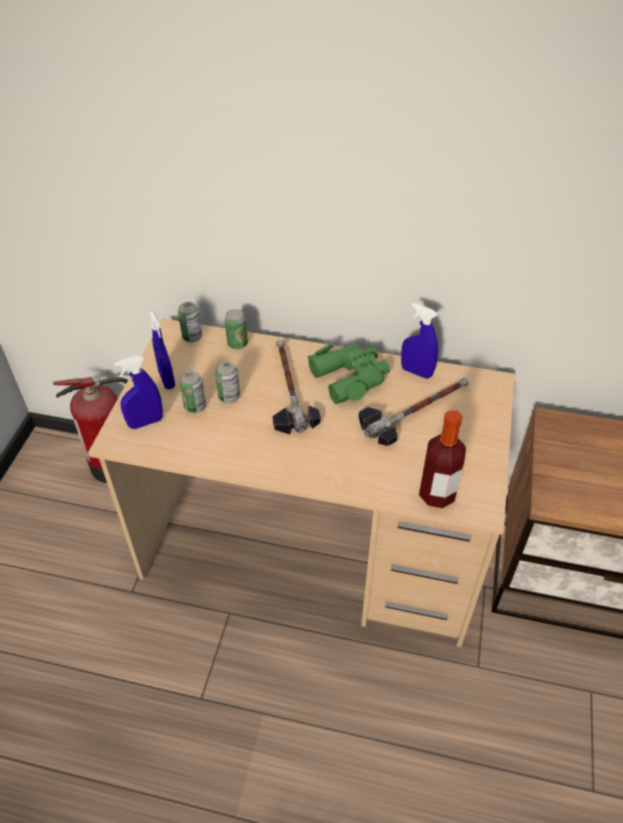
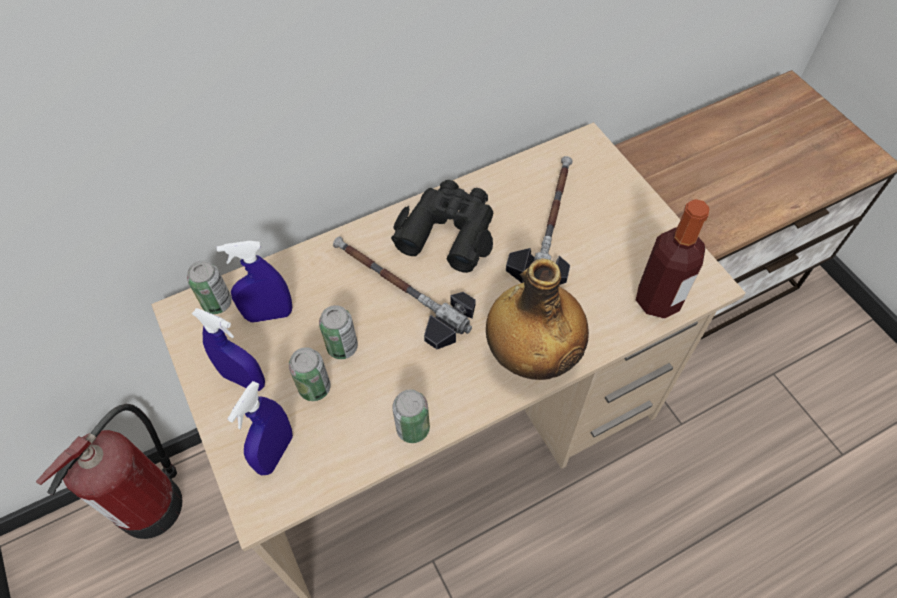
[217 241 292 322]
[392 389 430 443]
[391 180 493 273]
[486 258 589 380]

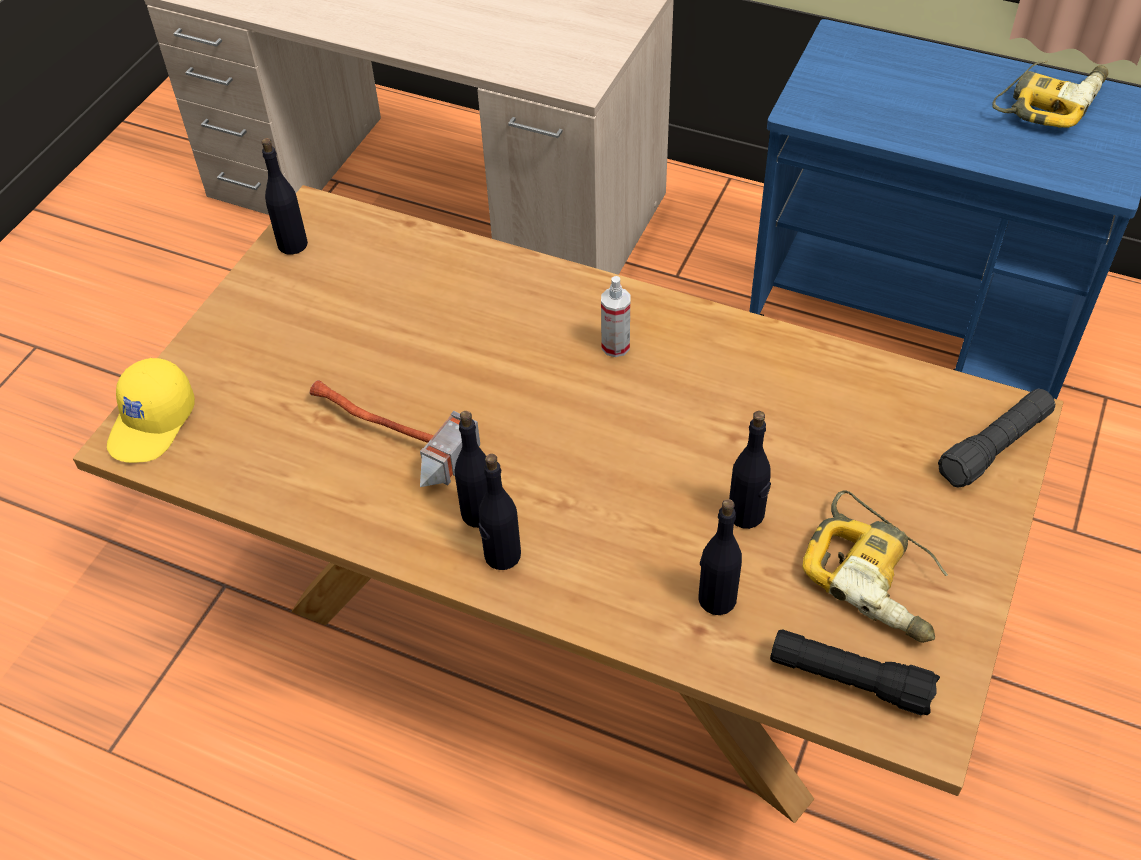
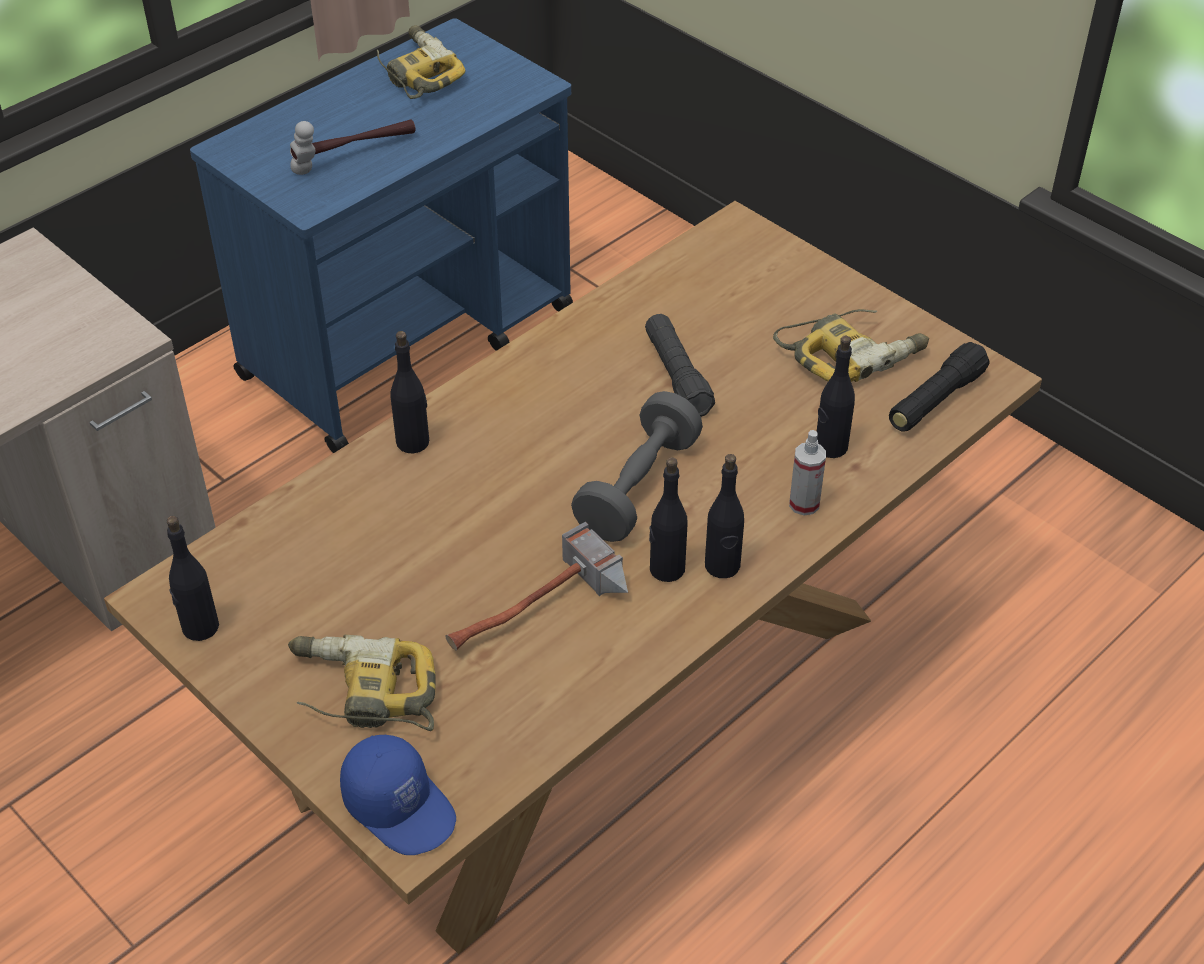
[789 430 826 515]
[340 735 456 855]
[645 314 715 417]
[390 331 429 454]
[290 120 415 175]
[571 391 703 542]
[288 635 436 731]

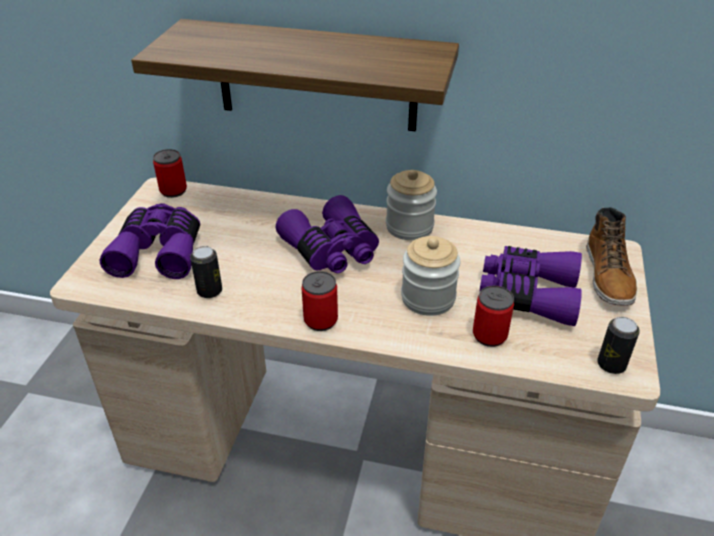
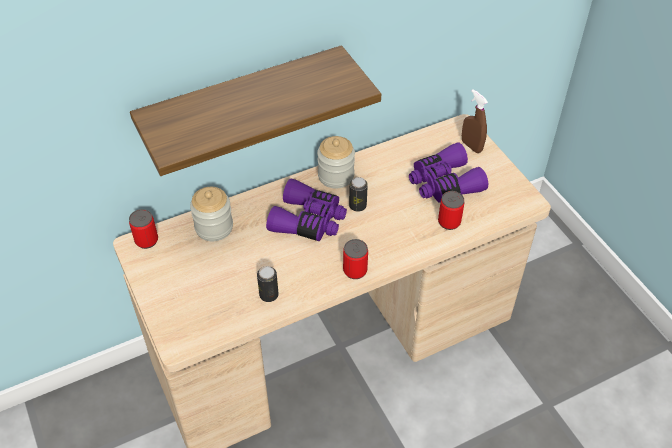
[99 203 200 279] (first image)
[462 89 488 153]
[190 187 233 241]
[349 177 368 212]

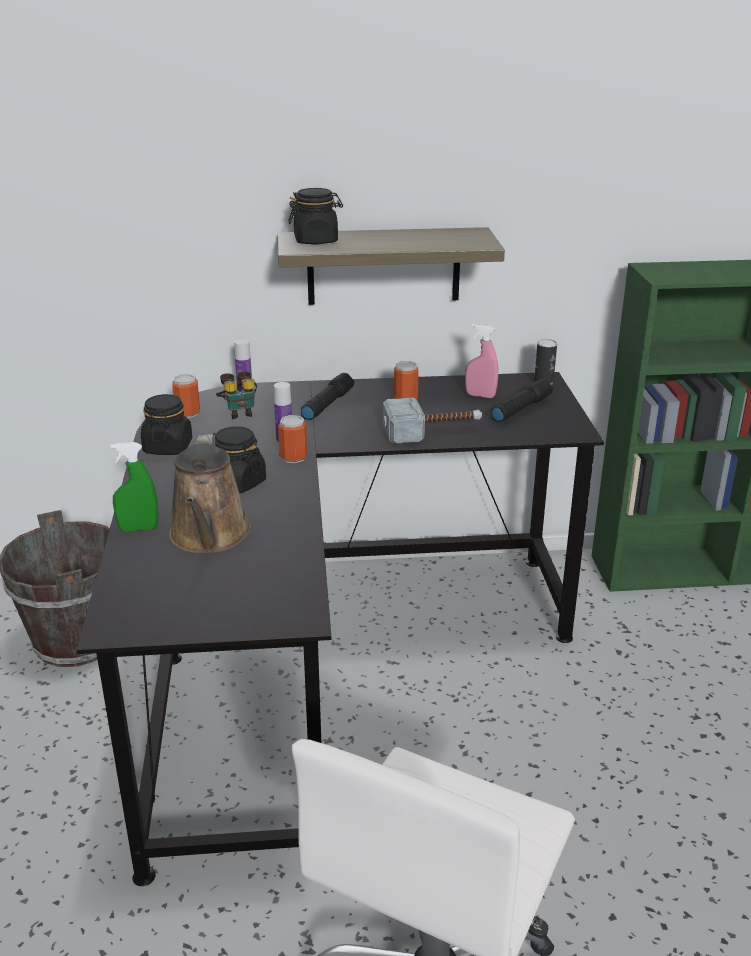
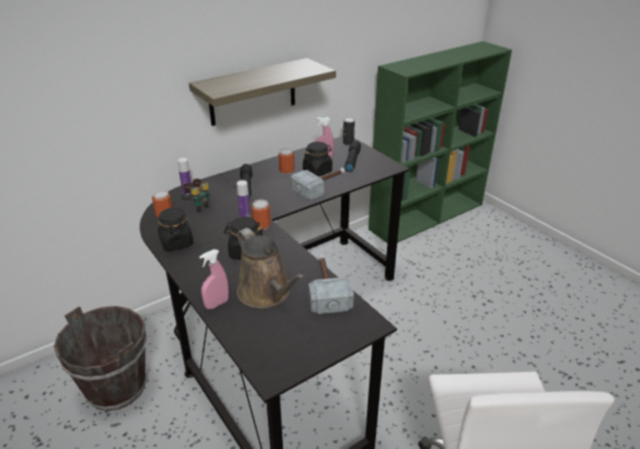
[303 142 332 177]
[199 249 229 310]
[308 254 354 314]

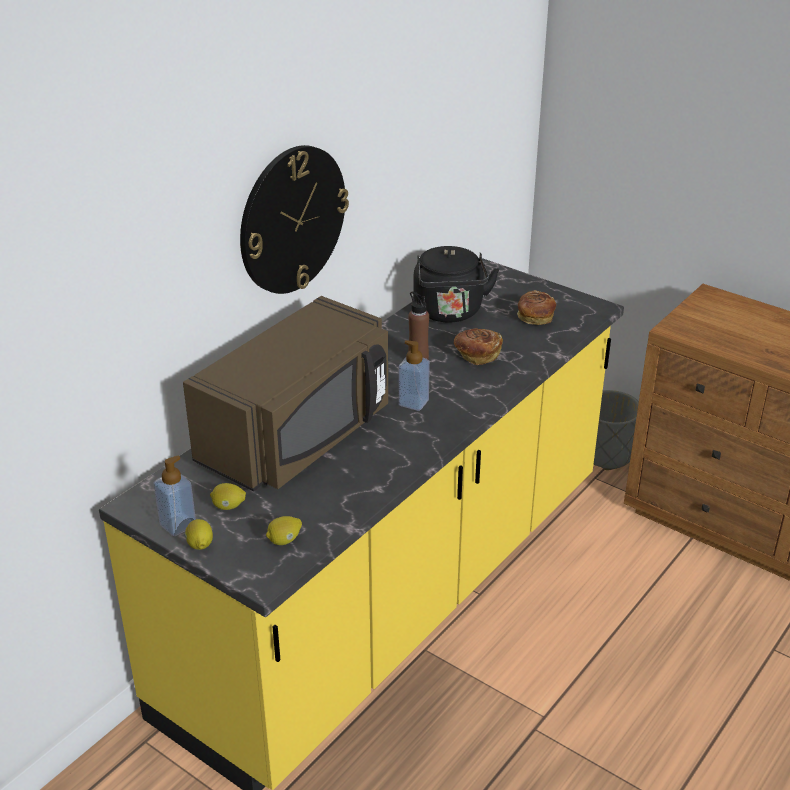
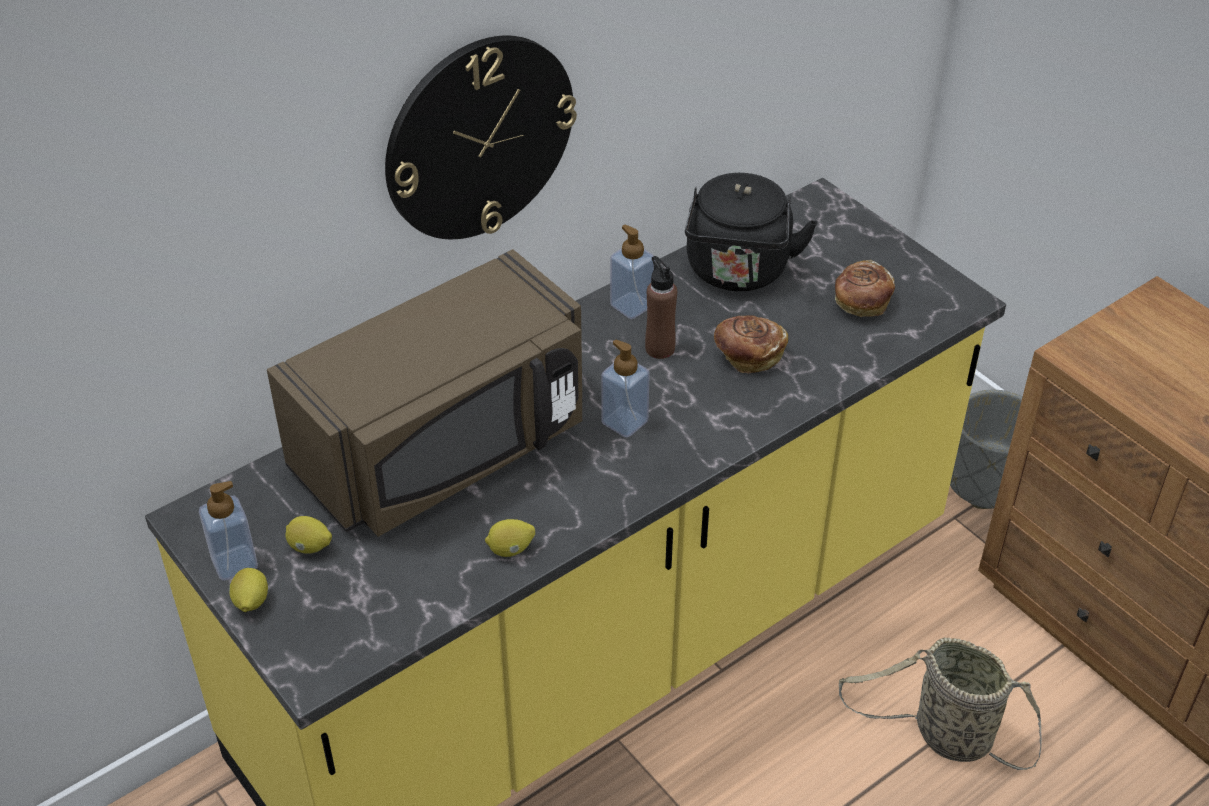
[485 519 535 557]
[610 224 655 319]
[839 638 1042 770]

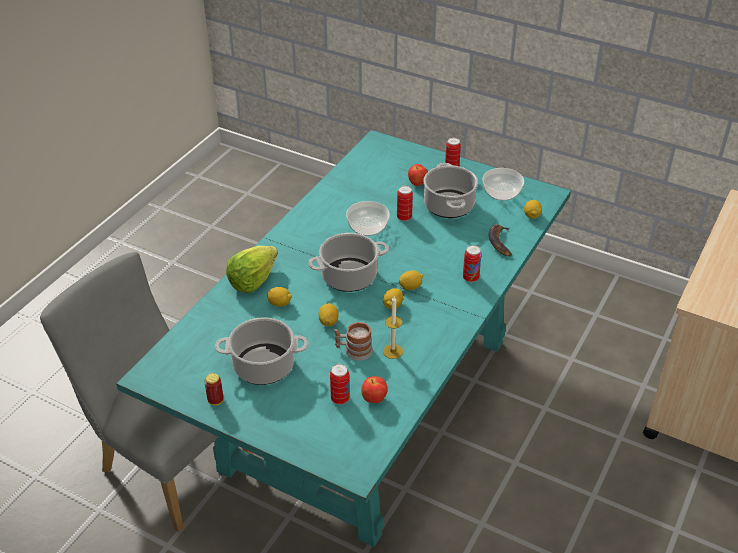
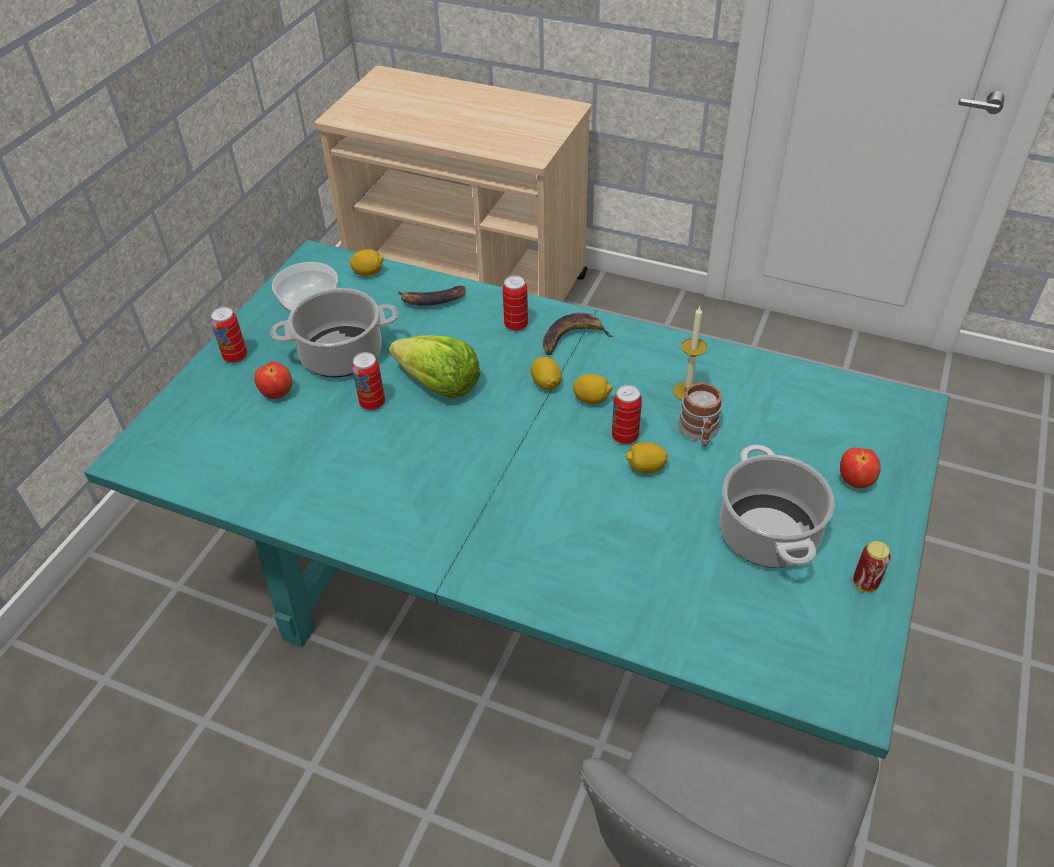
[346 201 390 236] (first image)
[308 233 389 292] (first image)
[389 335 481 398]
[267 287 292 307] (first image)
[612 385 642 444]
[840 447 881 488]
[543 313 613 355]

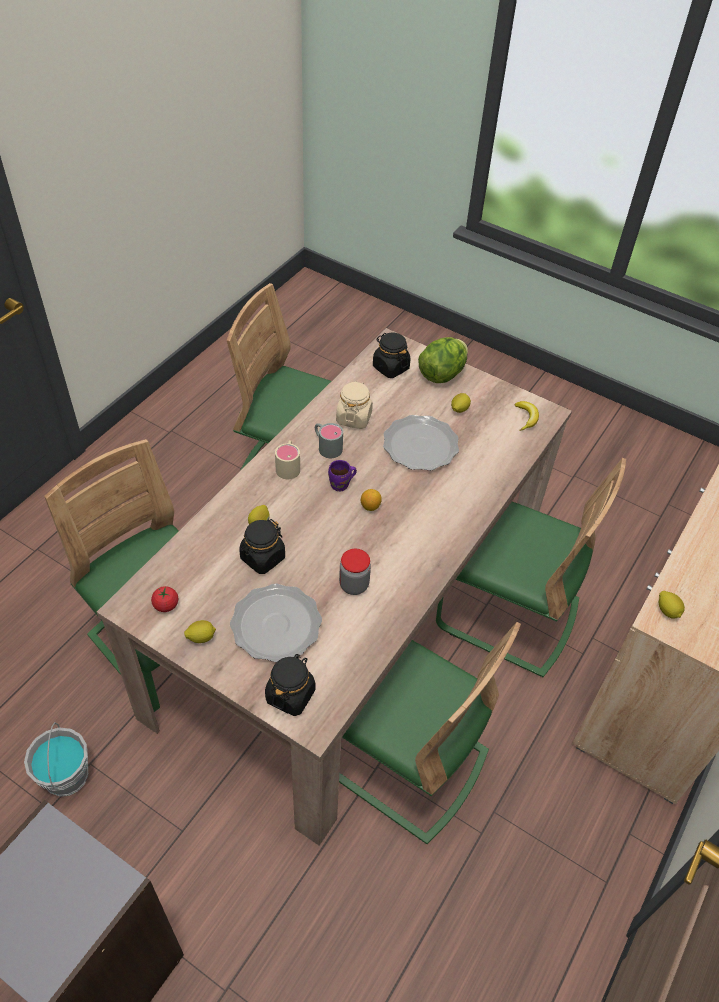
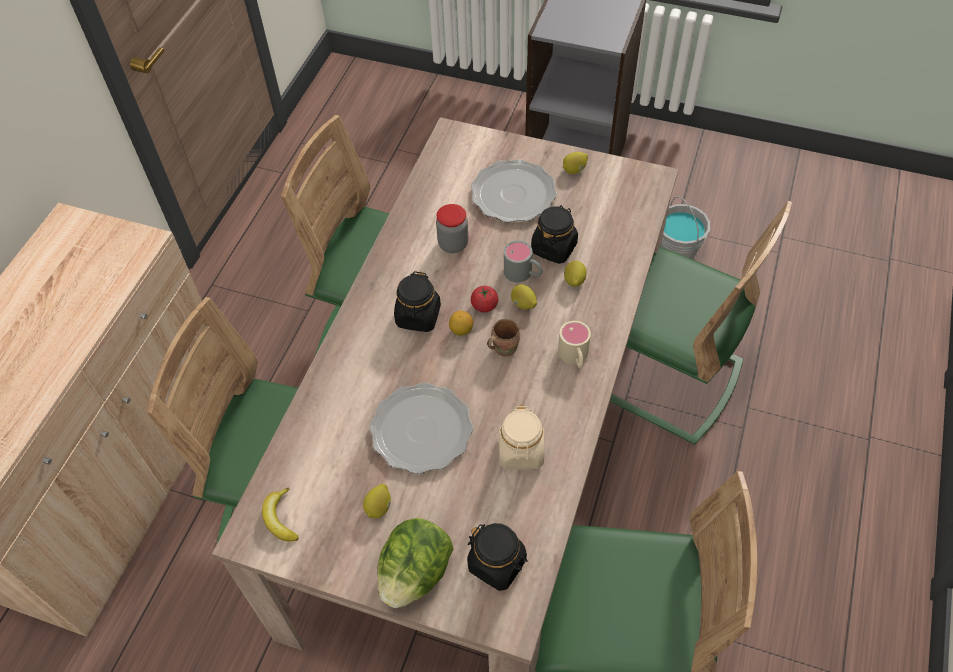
[504 241 543 282]
[487 319 520 357]
[471 286 498 312]
[511 284 537 310]
[394 271 441 332]

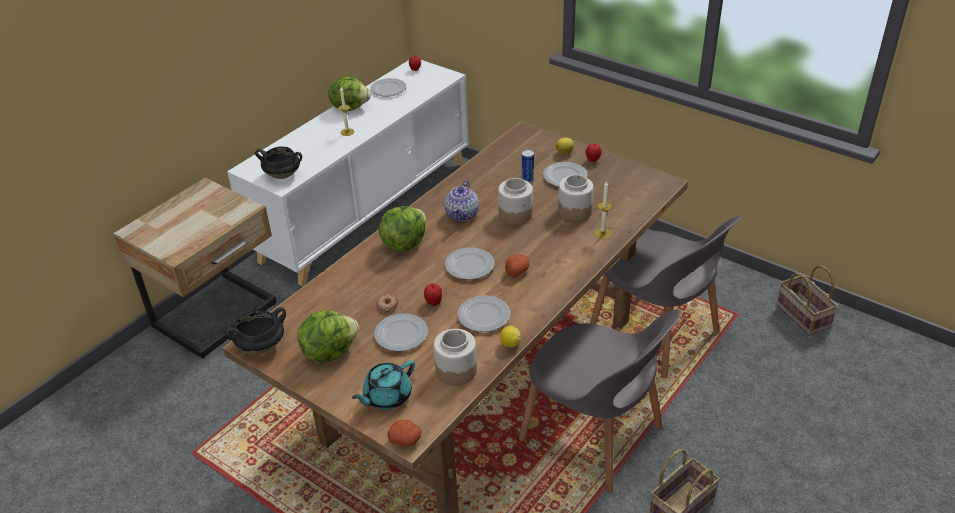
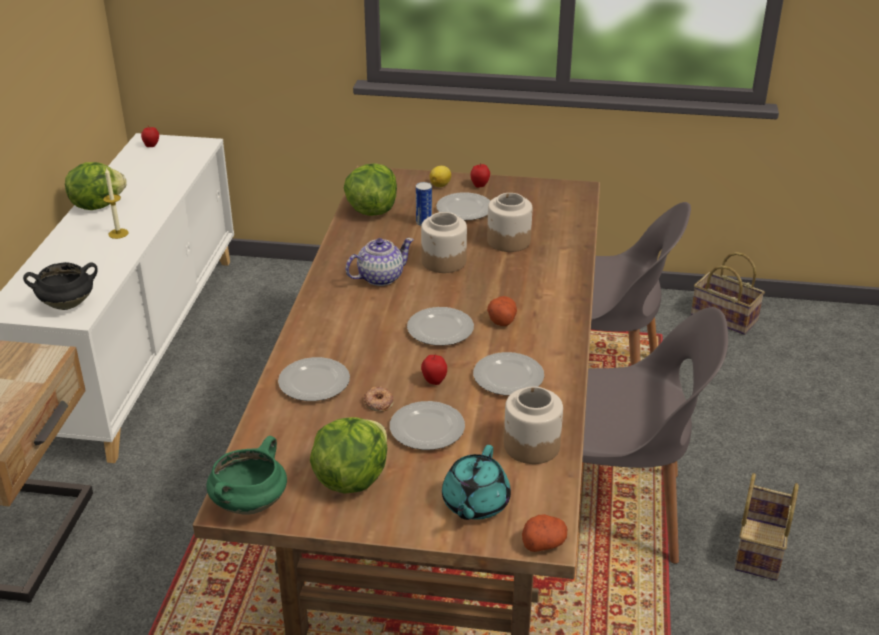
[278 357 350 401]
[346 238 414 286]
[594 181 612 239] (first image)
[344 163 397 216]
[207 436 287 515]
[500 326 521 348] (first image)

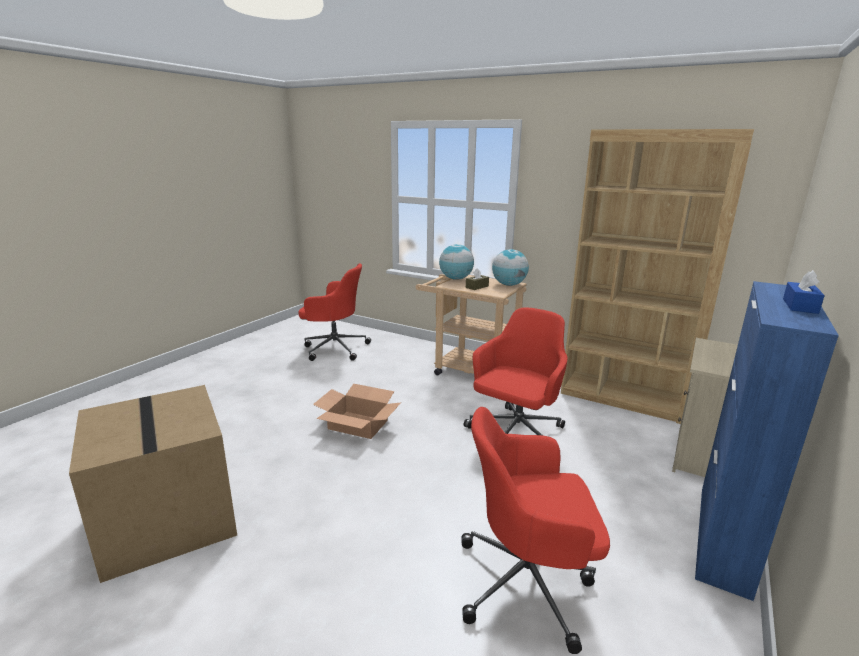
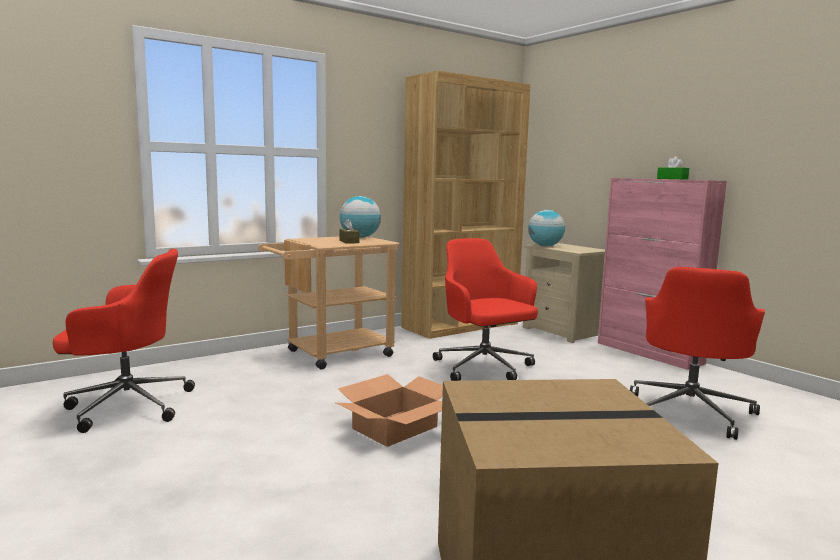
[528 210 565 246]
[53 249 195 433]
[657 156 689 180]
[598 178 727 370]

